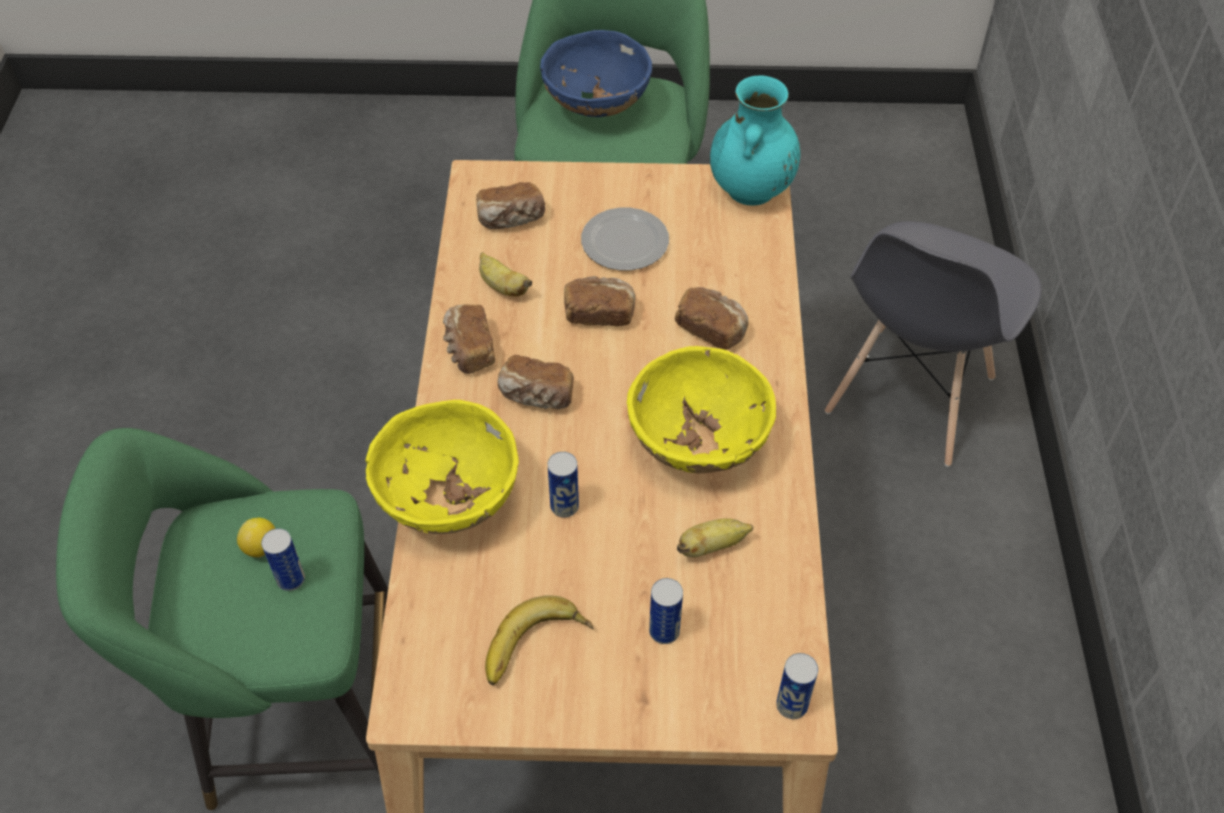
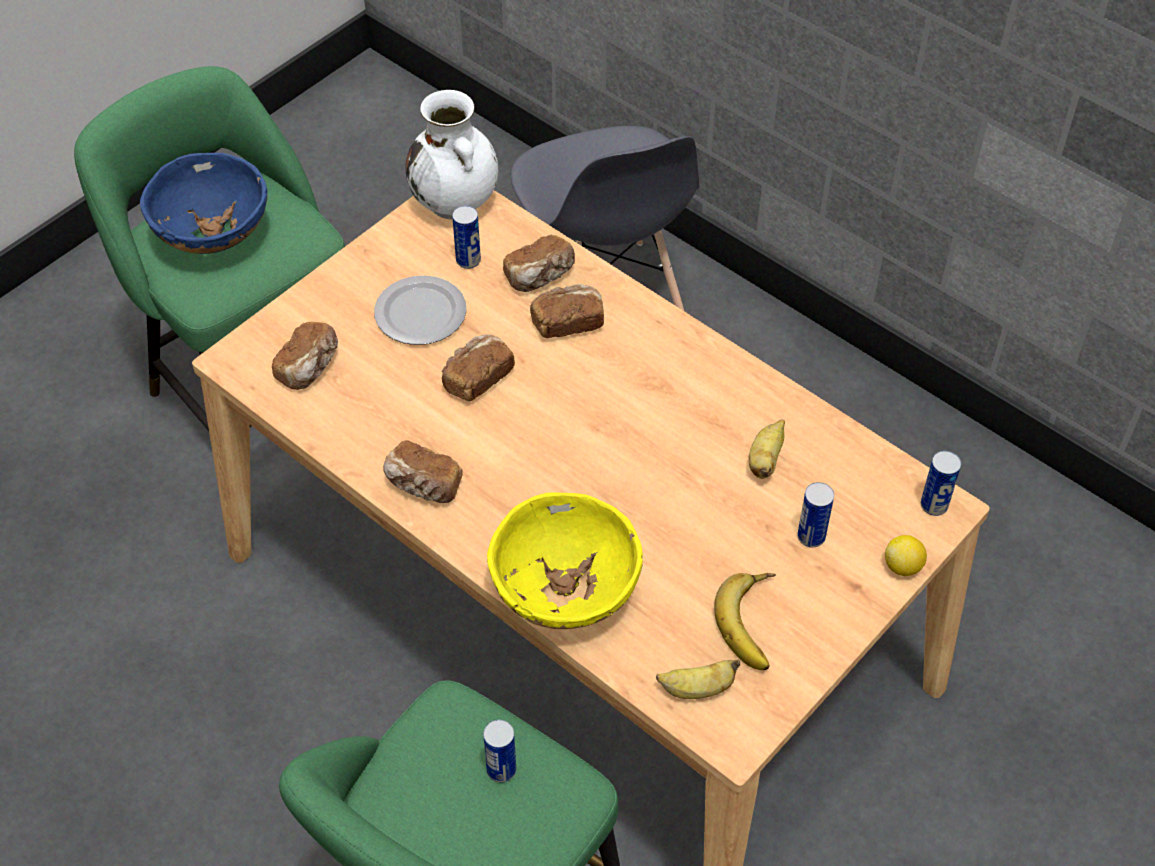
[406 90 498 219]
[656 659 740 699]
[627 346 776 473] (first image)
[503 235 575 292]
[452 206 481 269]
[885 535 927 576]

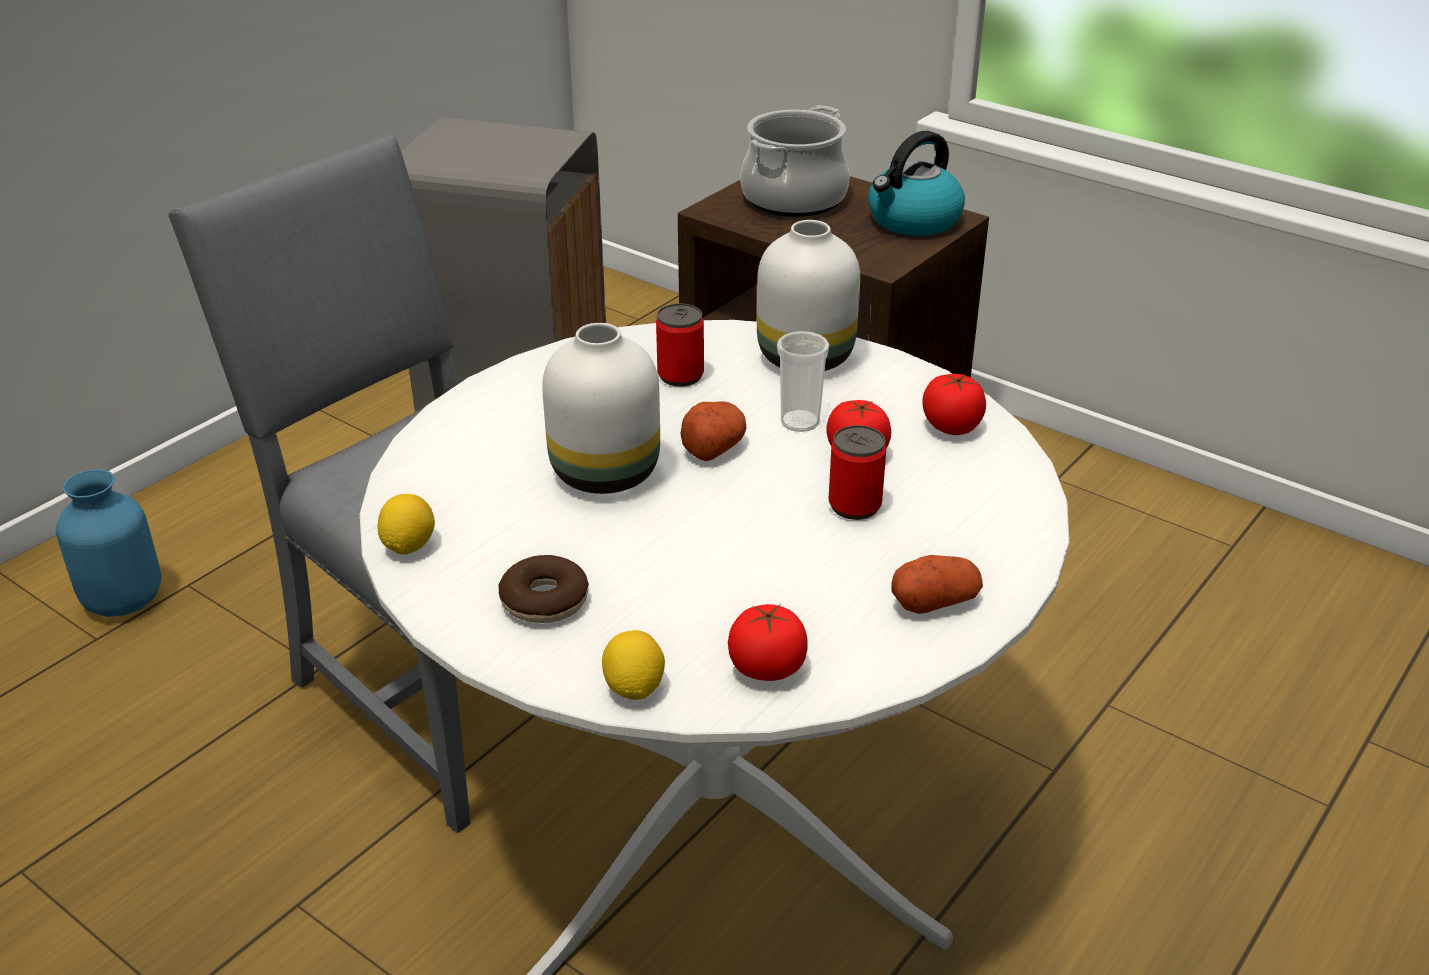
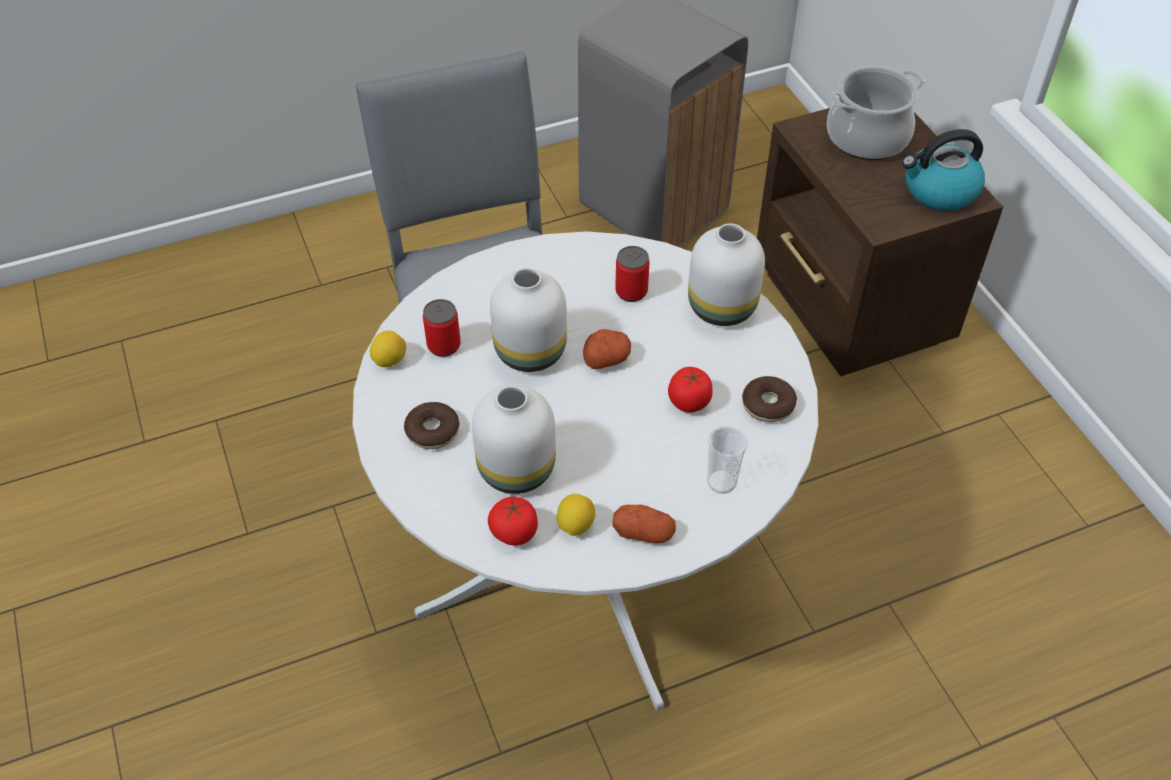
[707 426 748 494]
[742 376 797 422]
[423 299 461 357]
[55 469 161 617] (first image)
[557 494 595 536]
[472 385 556 494]

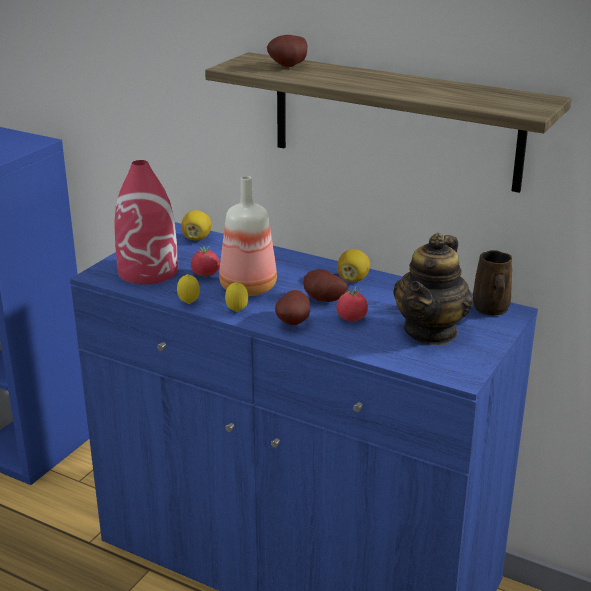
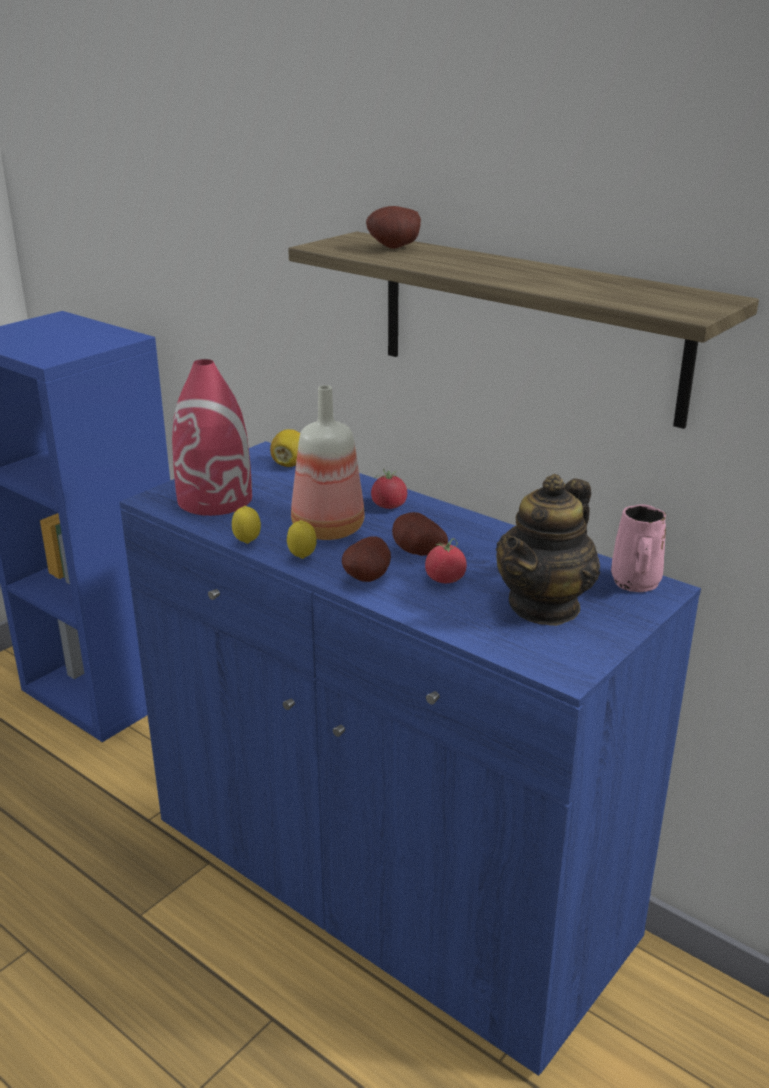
[371 468 407 509]
[337 249 370 282] (first image)
[611 504 666 592]

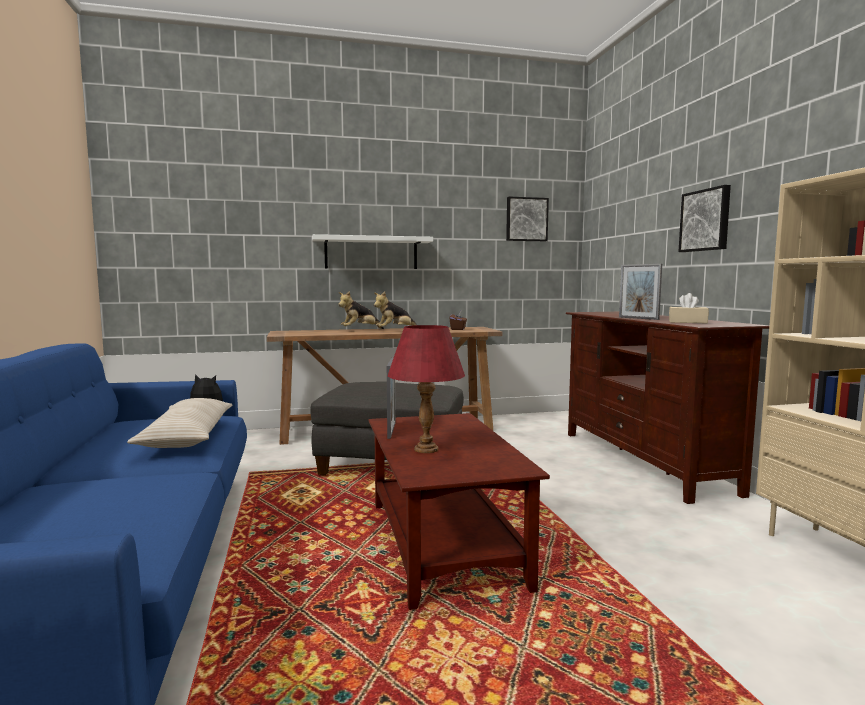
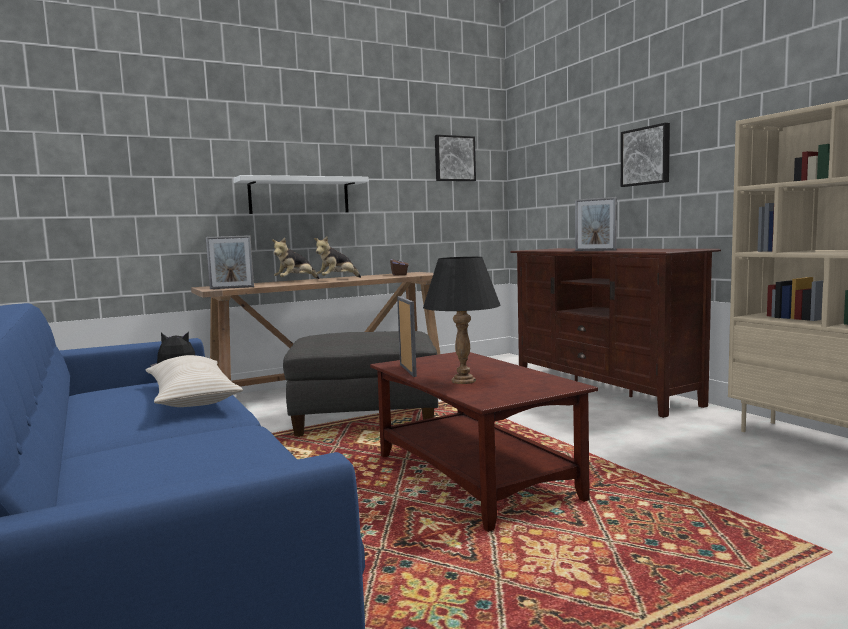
[669 293 709 323] (first image)
[423 257 500 384]
[206 235 254 289]

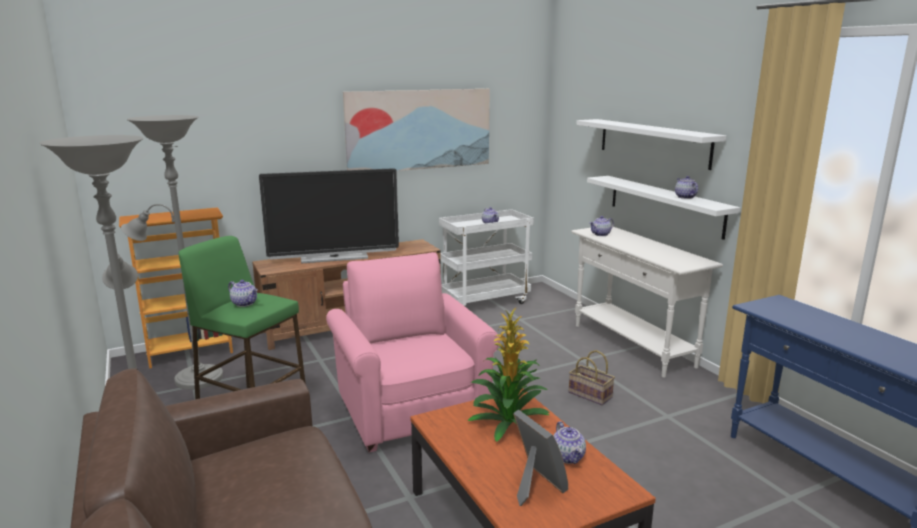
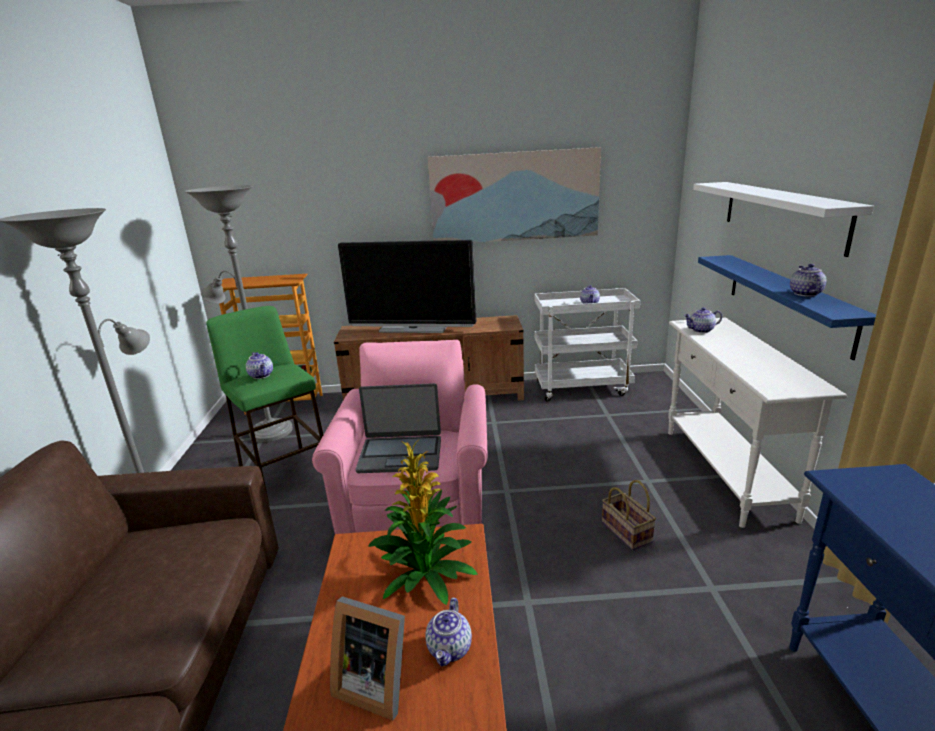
[698 255 876 360]
[330 596 405 720]
[356 383 441 473]

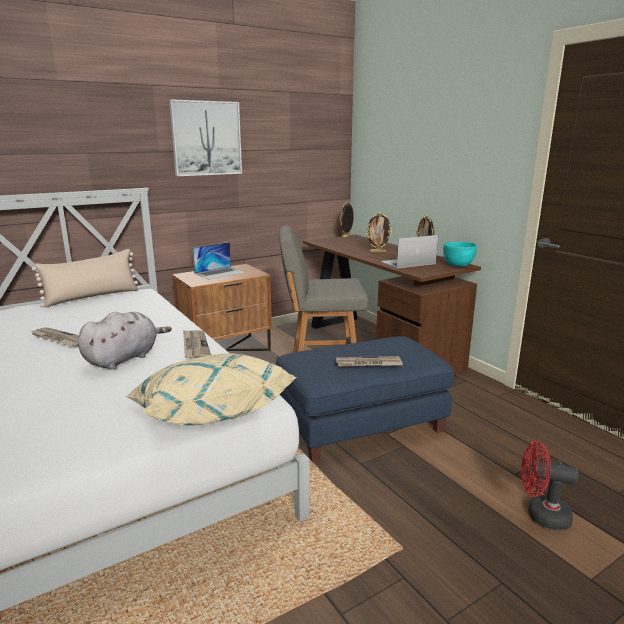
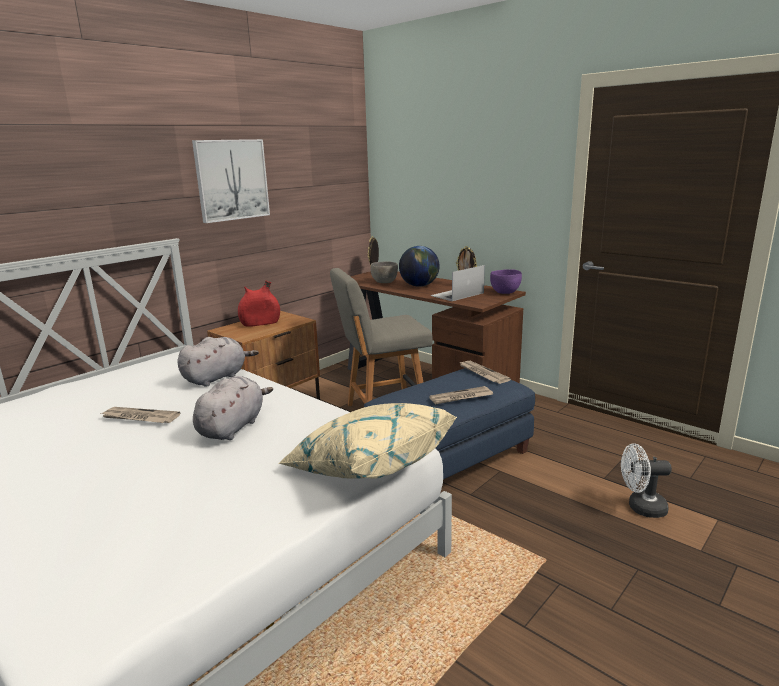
[399 246 440 287]
[238 281 280 327]
[490 269 522 294]
[32 249 140 307] (first image)
[459 361 511 384]
[621 443 672 518]
[370 261 398 283]
[177 337 259 387]

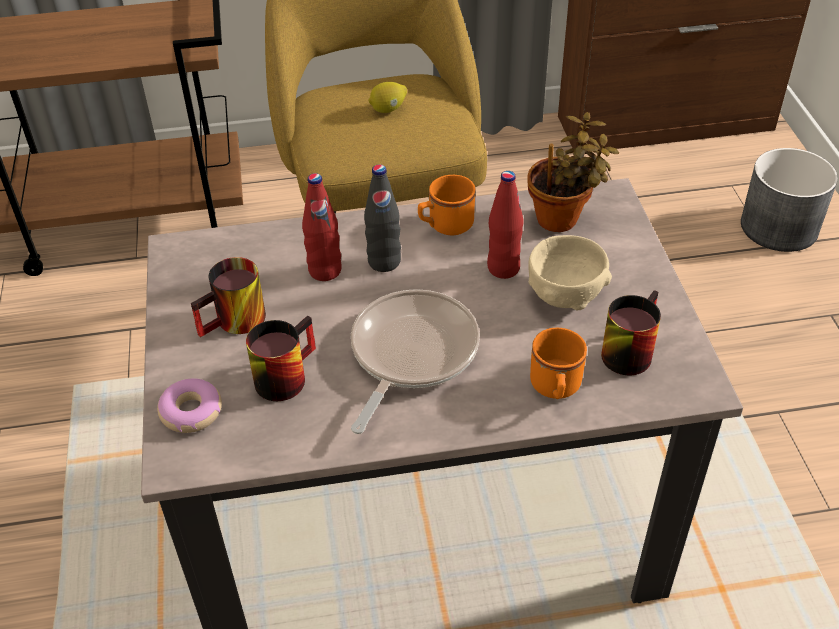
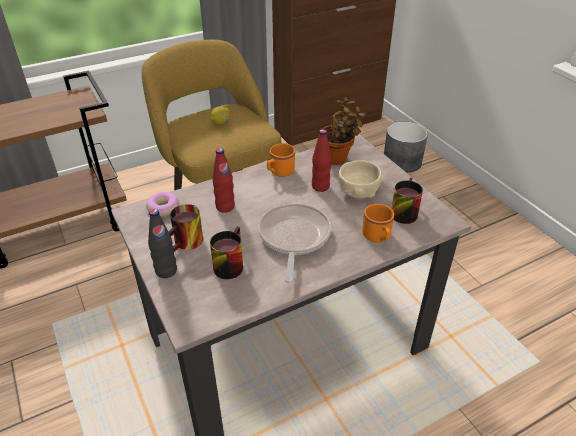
[148 209 177 278]
[146 192 179 216]

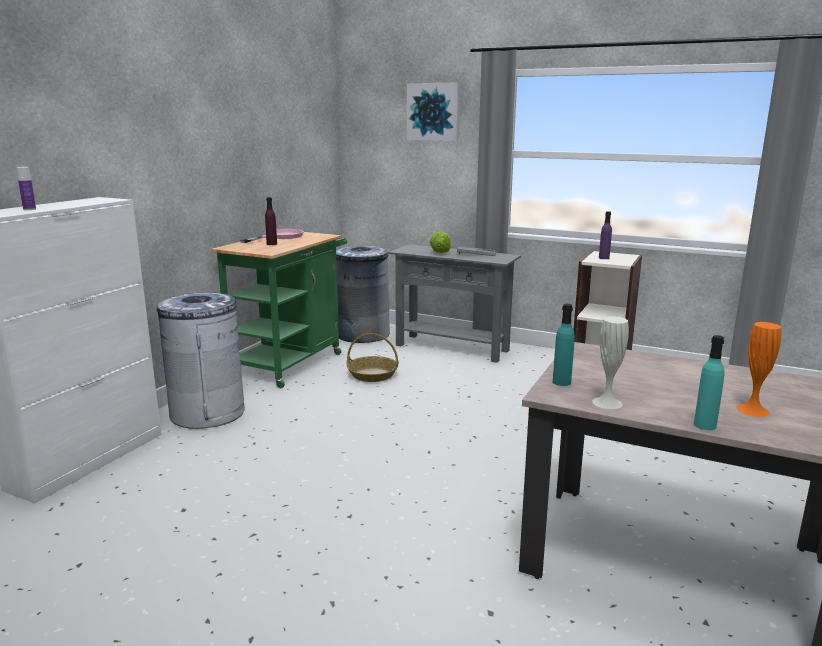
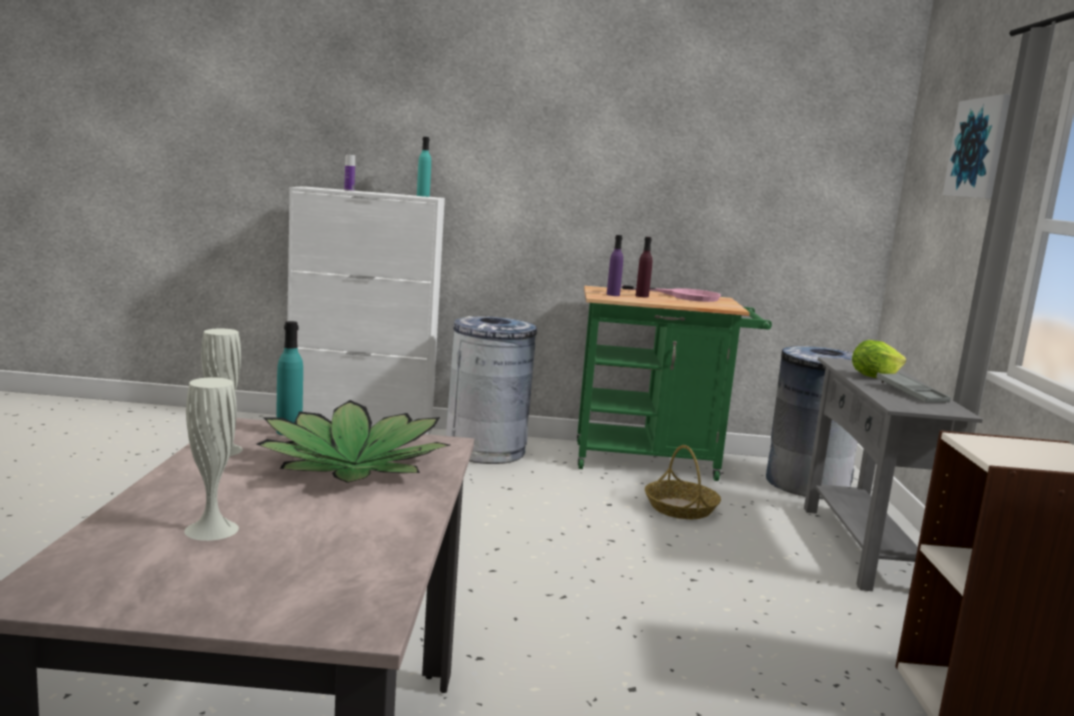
[607 235 623 296]
[184 377 239 541]
[417 137 431 197]
[256 400 450 483]

